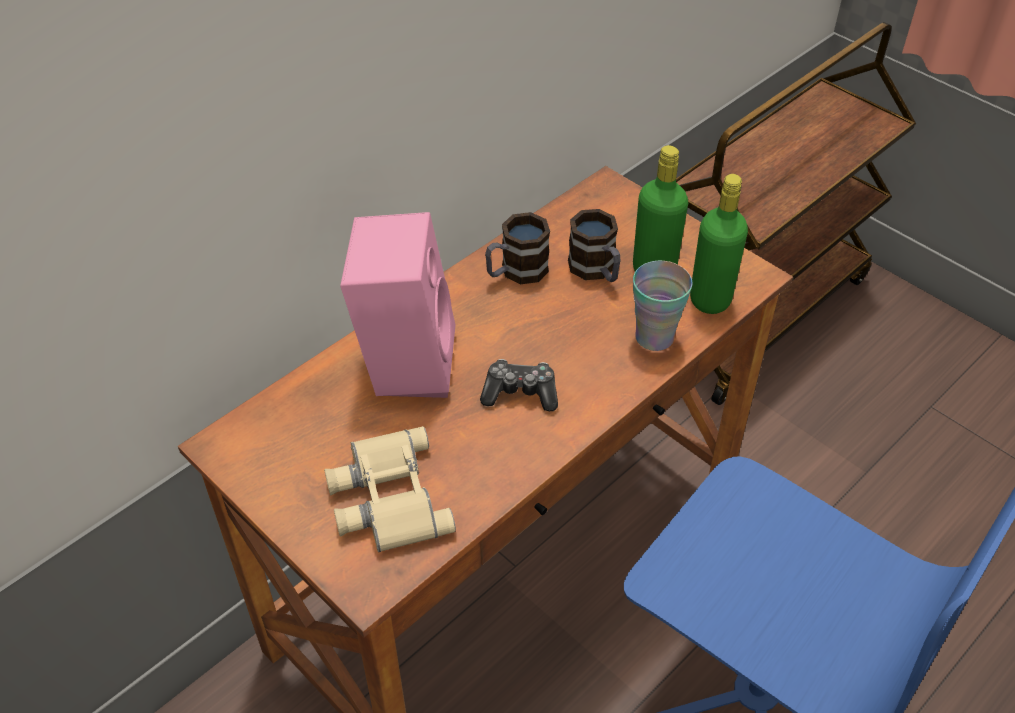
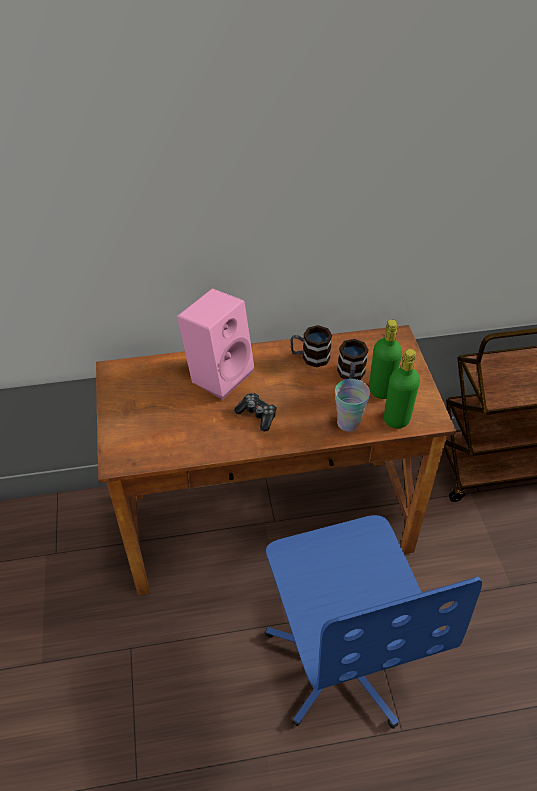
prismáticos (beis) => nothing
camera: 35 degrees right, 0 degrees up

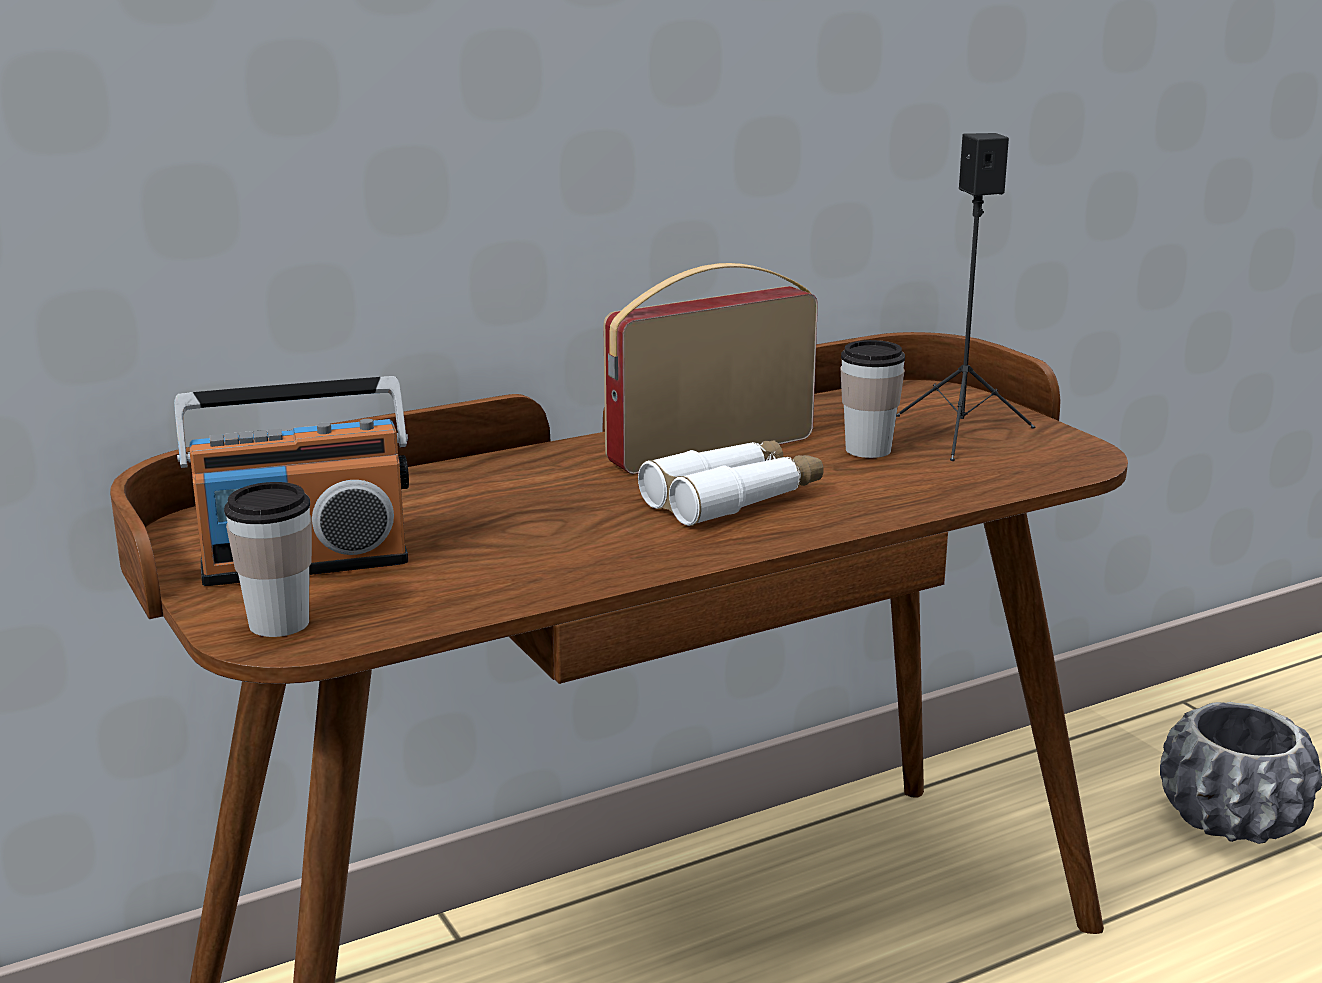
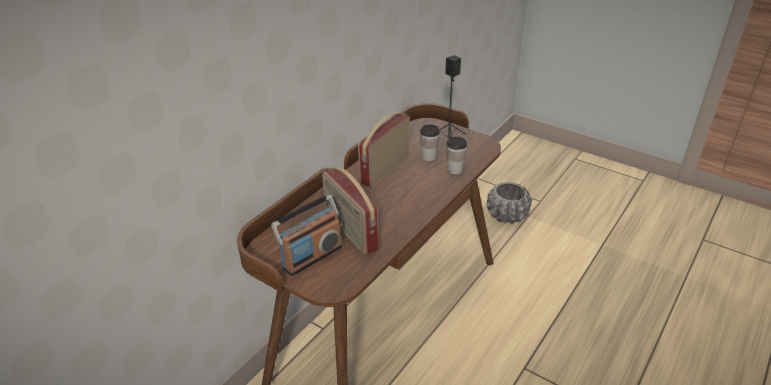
nothing => radio (no. 2 from left)
taza (no. 1 from left in the first image) => taza (no. 2 from left), relocated
prismáticos (blanco) => nothing
camera: 25 degrees left, 15 degrees up

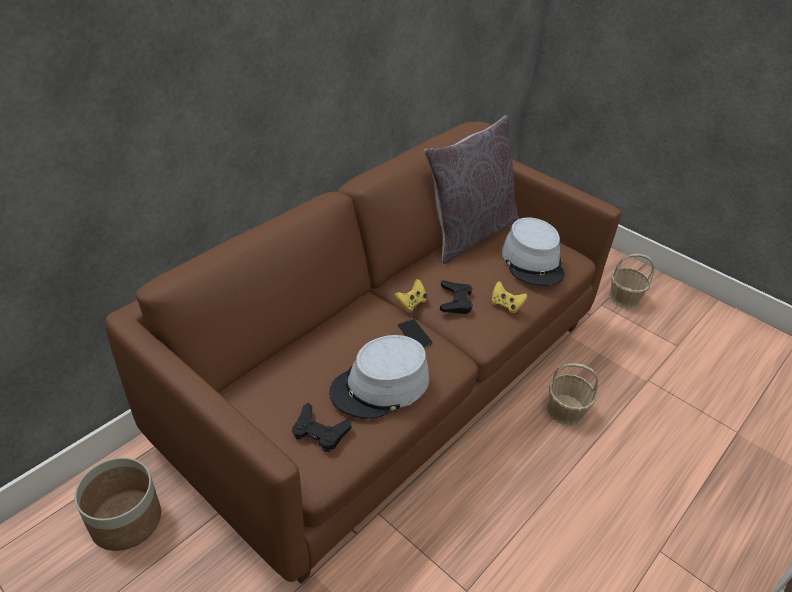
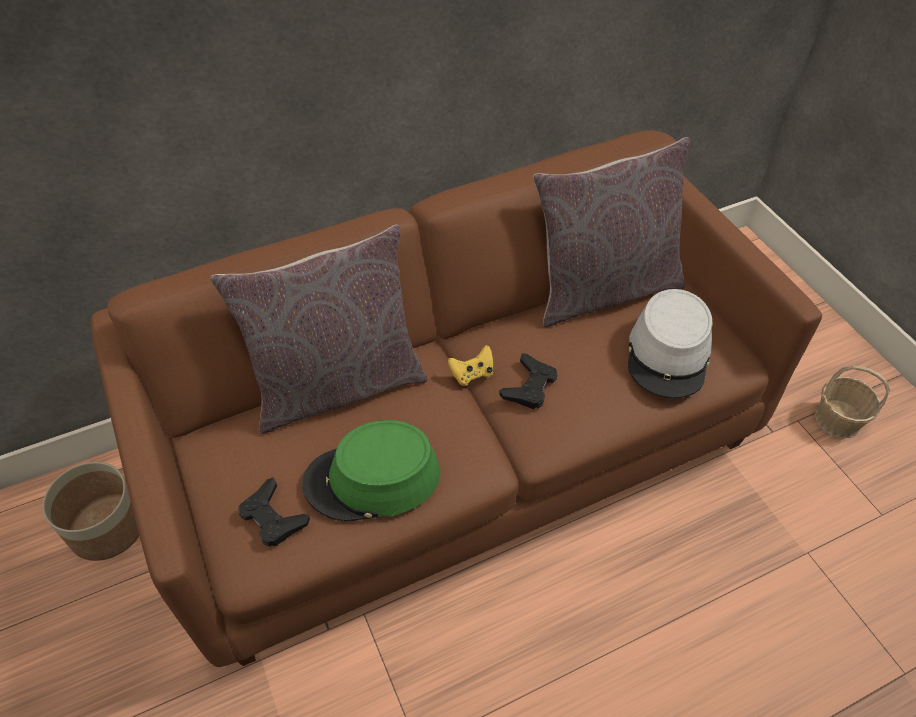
nothing => cojín (gris) (no. 1 from left)
sombrero (gris) (no. 1 from left) => sombrero (verde)
móvil => nothing
mando de consola (amarillo) (no. 2 from left) => nothing
cesta (no. 1 from left) => nothing
camera: 25 degrees right, 10 degrees up

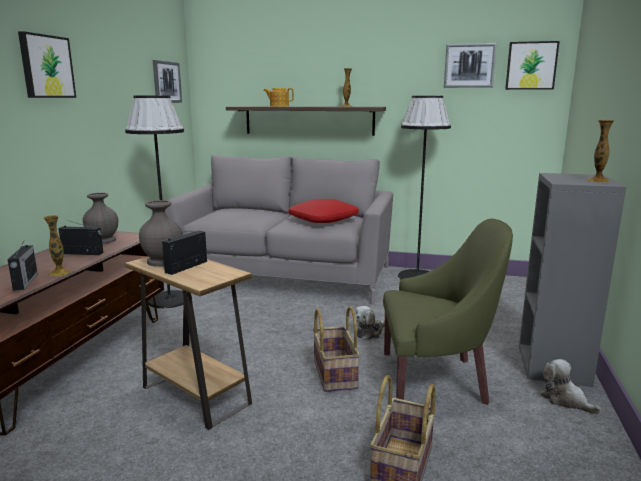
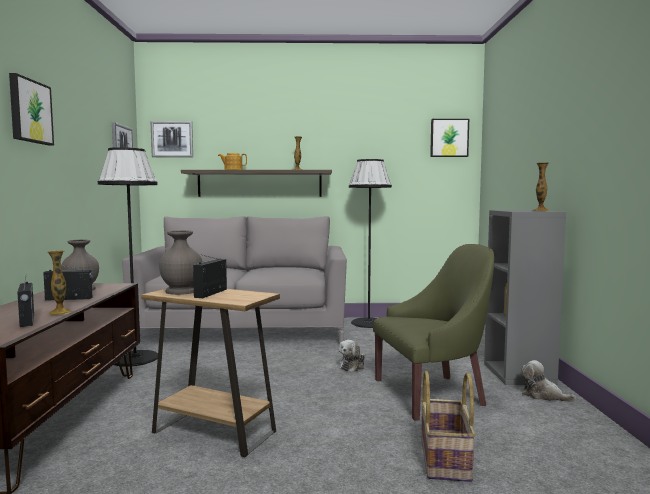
cuadro (no. 3 from left), relocated
cojín (rojo) => nothing
cesta (no. 1 from left) => nothing
camera: 15 degrees left, 10 degrees down

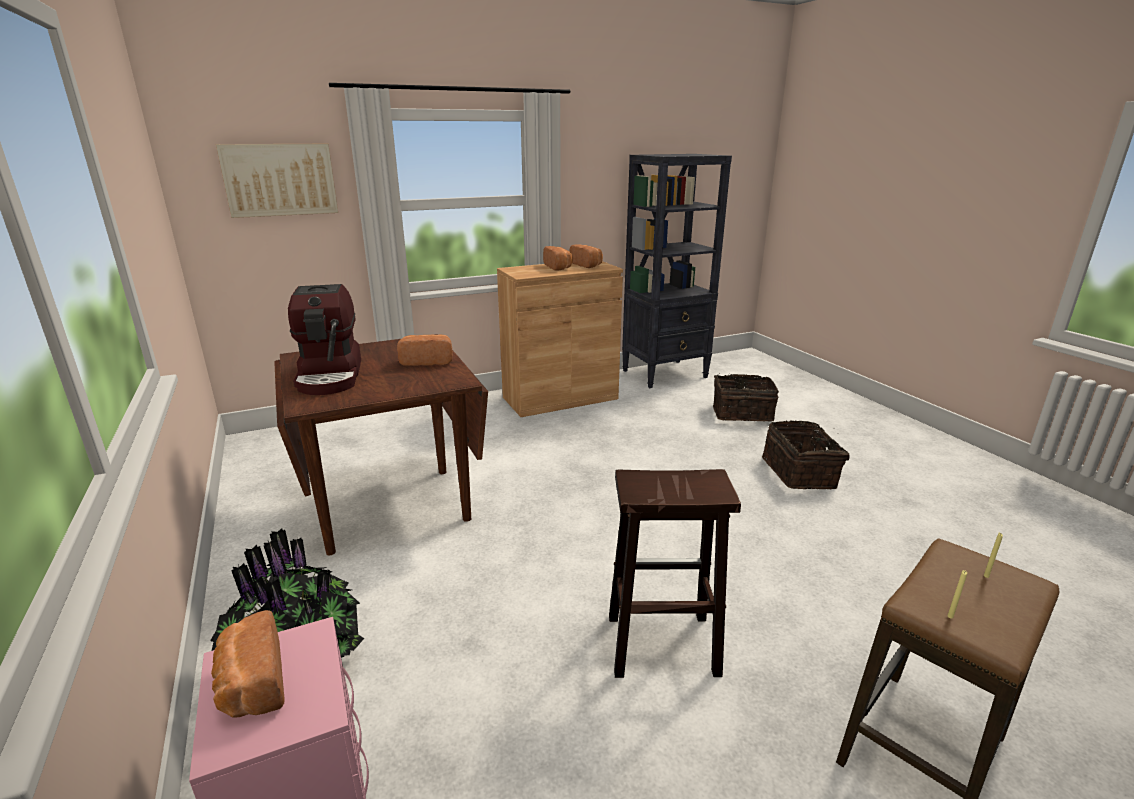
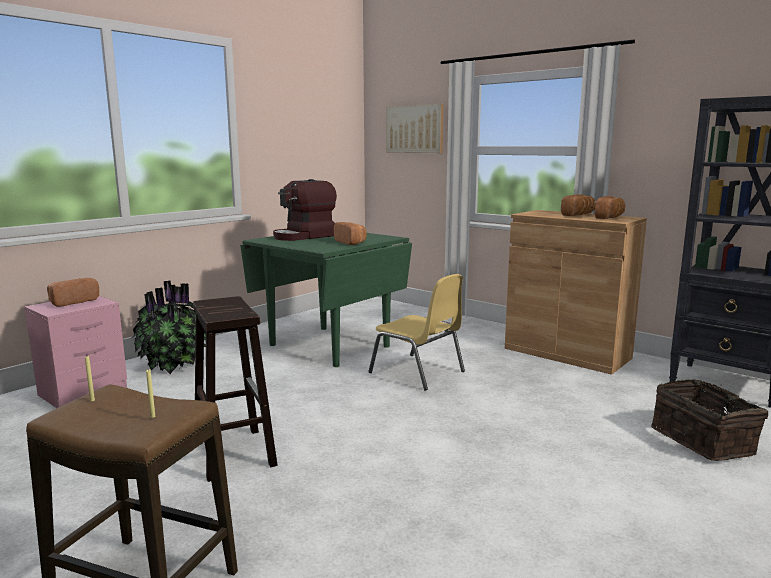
mesa de comedor (marrón) => mesa de comedor (verde)
nothing => silla (amarillo)
cesta (no. 2 from left) => nothing
camera: 65 degrees right, 10 degrees down

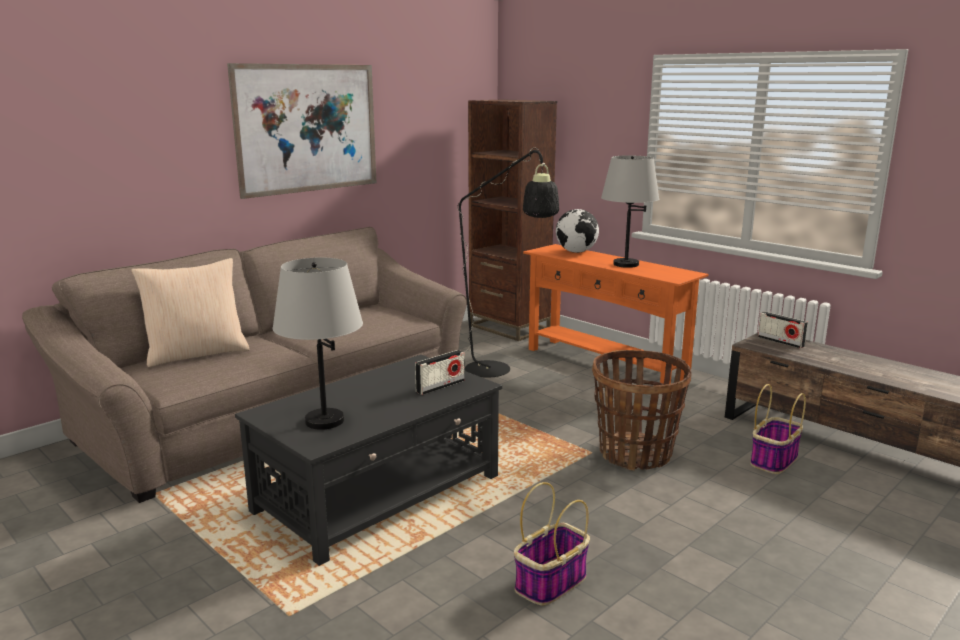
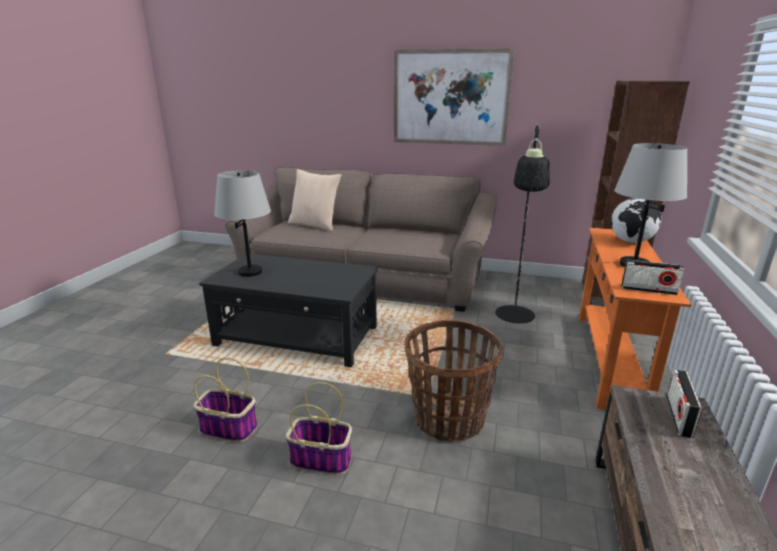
cesta (no. 3 from left in the first image) => cesta (no. 2 from left), relocated
radio (no. 1 from left), relocated
camera: 60 degrees right, 5 degrees up

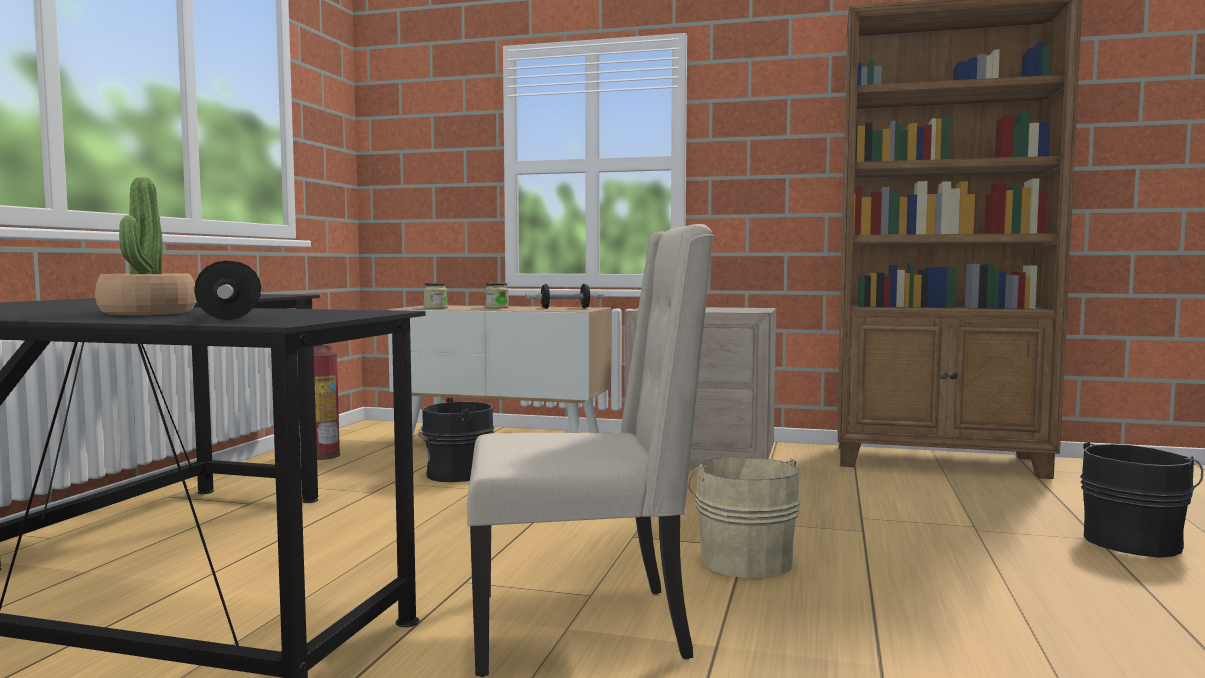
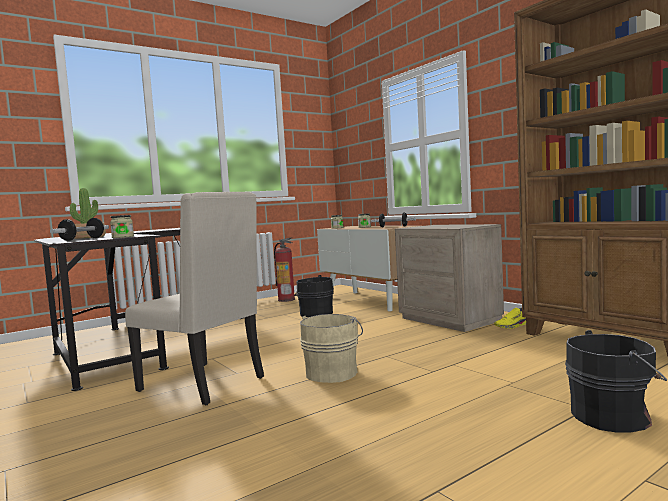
nothing => tarro (no. 1 from left)
nothing => zapato (amarillo)
camera: 40 degrees right, 0 degrees up

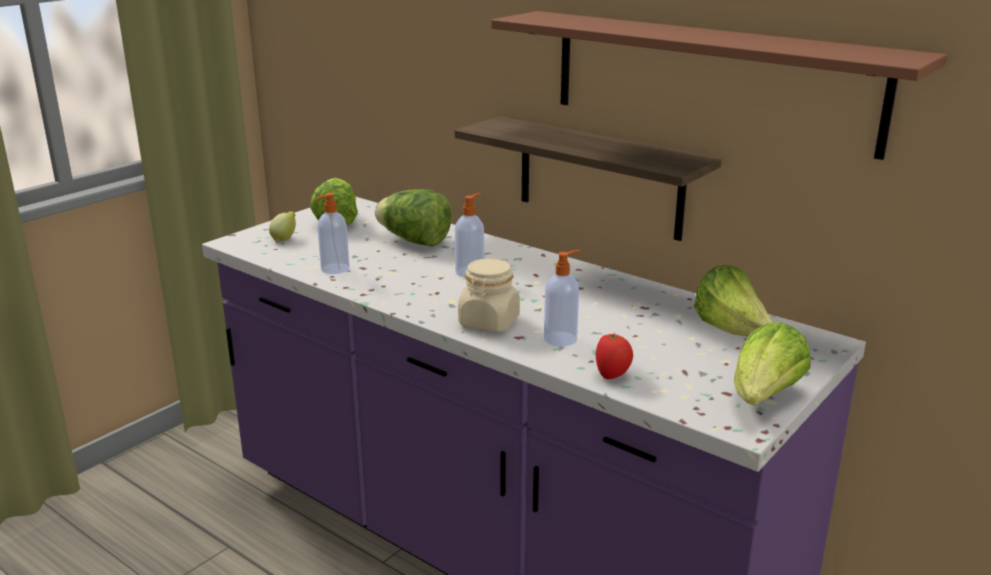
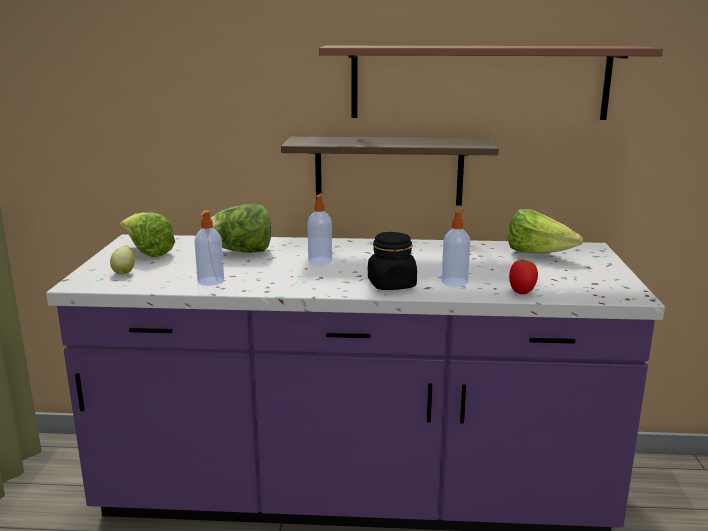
tarro (beis) => tarro (negro)
lechuga (no. 4 from left) => nothing
camera: 35 degrees left, 5 degrees down

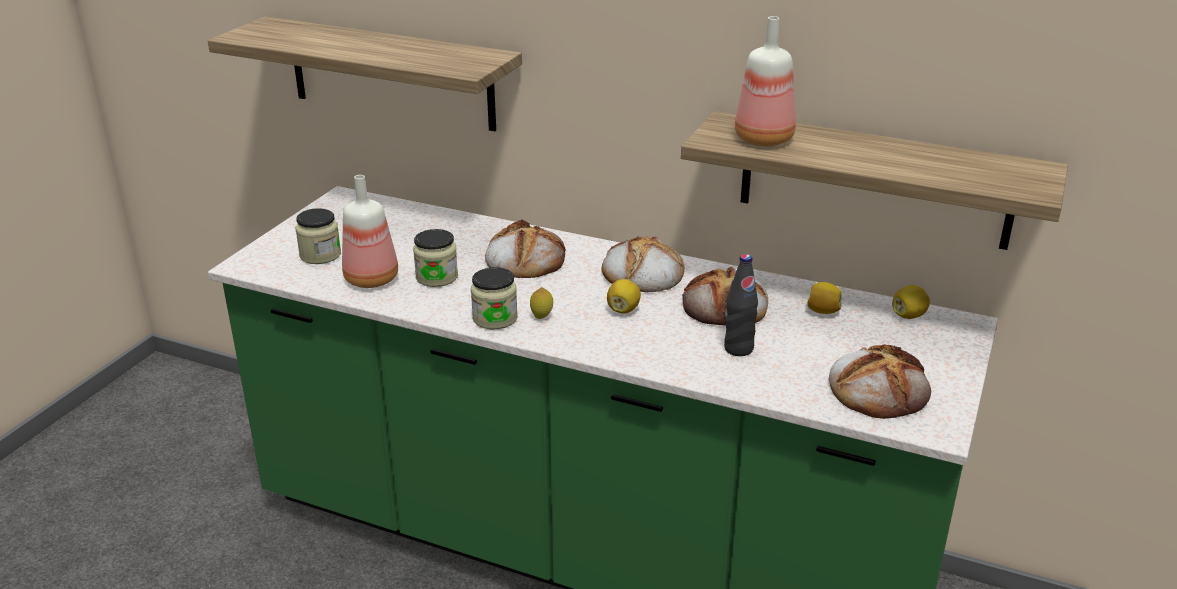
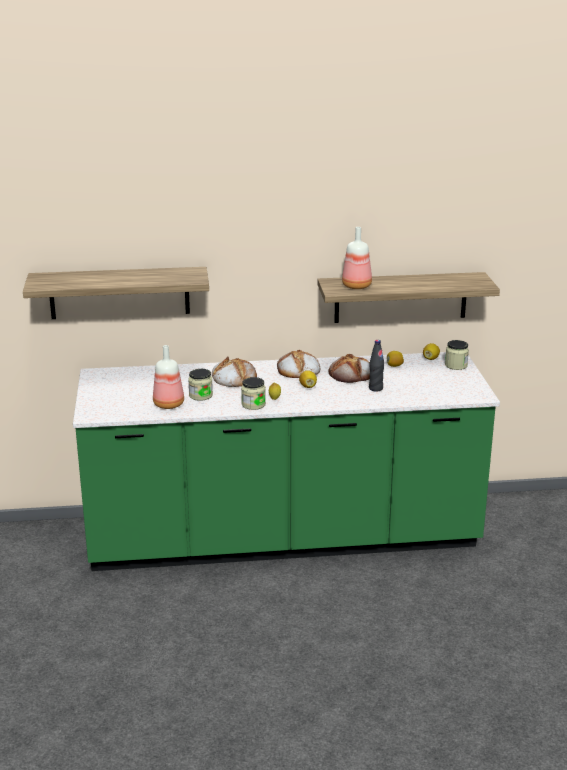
tarro (no. 1 from left in the first image) => tarro (no. 3 from left), relocated
pan (no. 4 from left) => nothing
camera: 30 degrees left, 5 degrees down

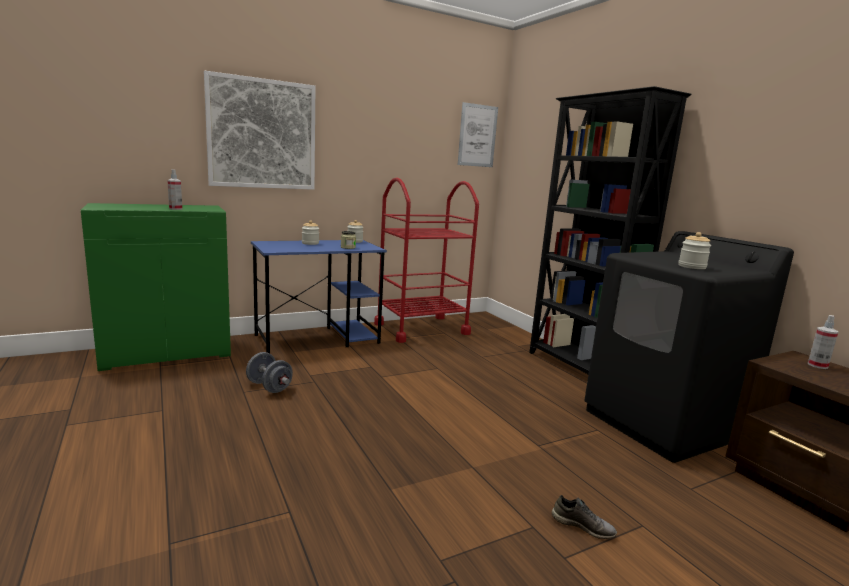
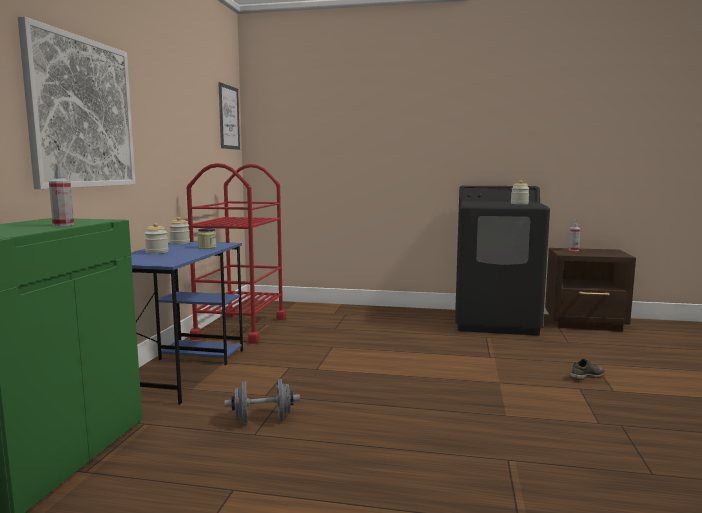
estantería (negro) => nothing
camera: 50 degrees left, 5 degrees down

